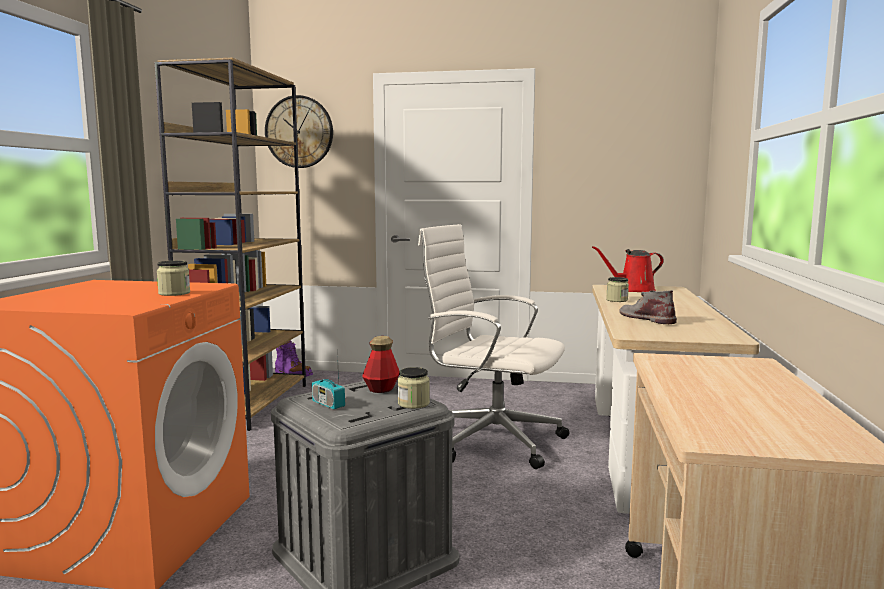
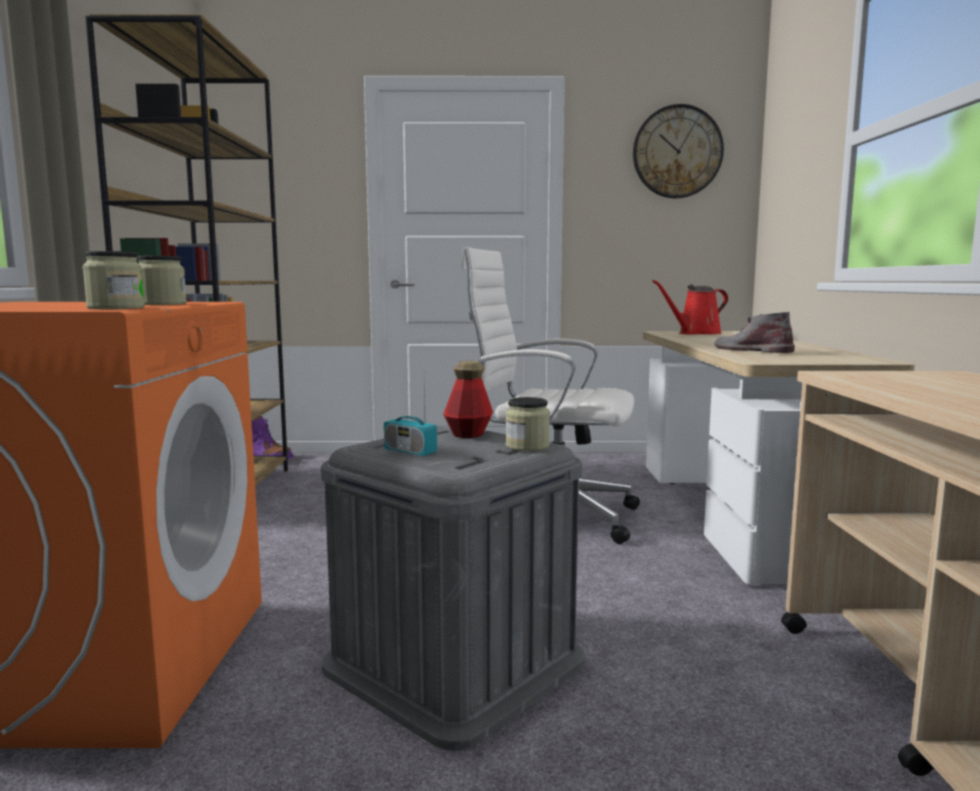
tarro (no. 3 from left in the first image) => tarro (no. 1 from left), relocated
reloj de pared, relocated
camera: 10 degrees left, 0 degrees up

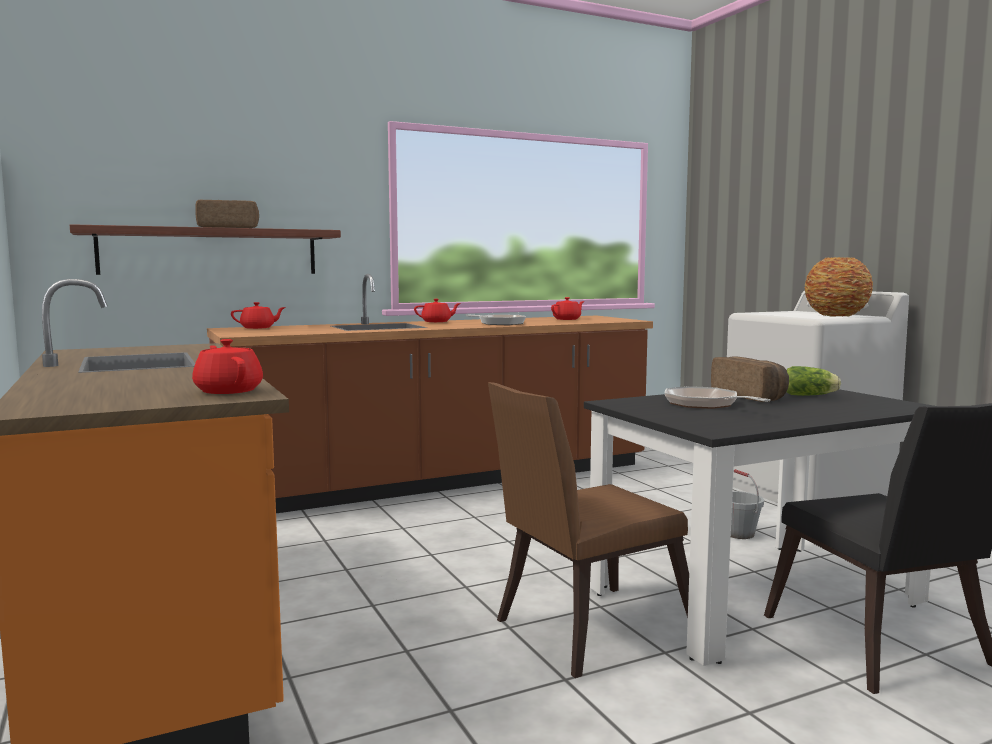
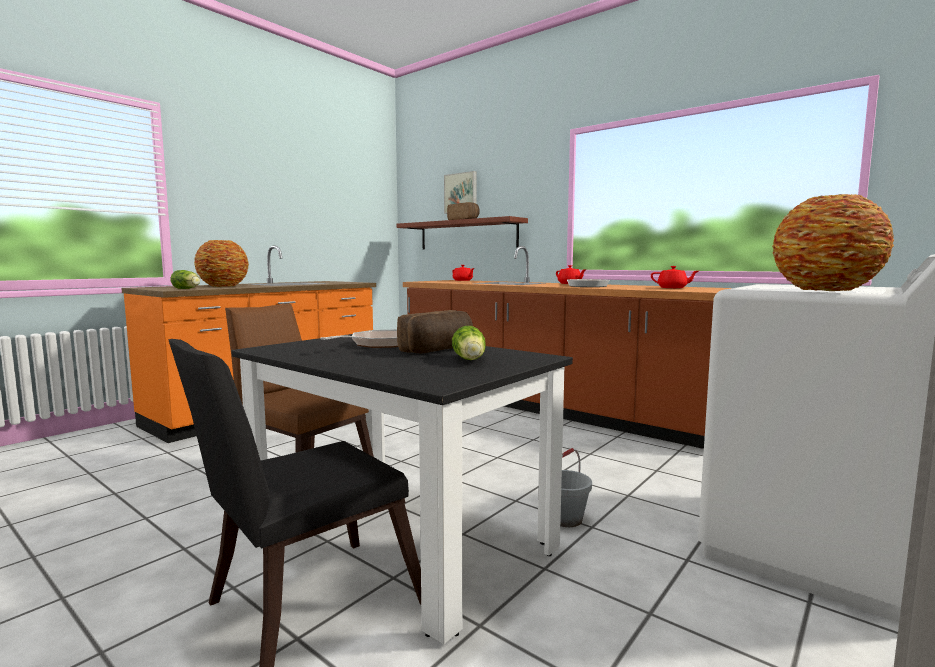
tetera (rojo) (no. 1 from left) => lechuga (no. 1 from left)
nothing => florero (no. 1 from left)
nothing => cuadro
camera: 65 degrees right, 0 degrees up

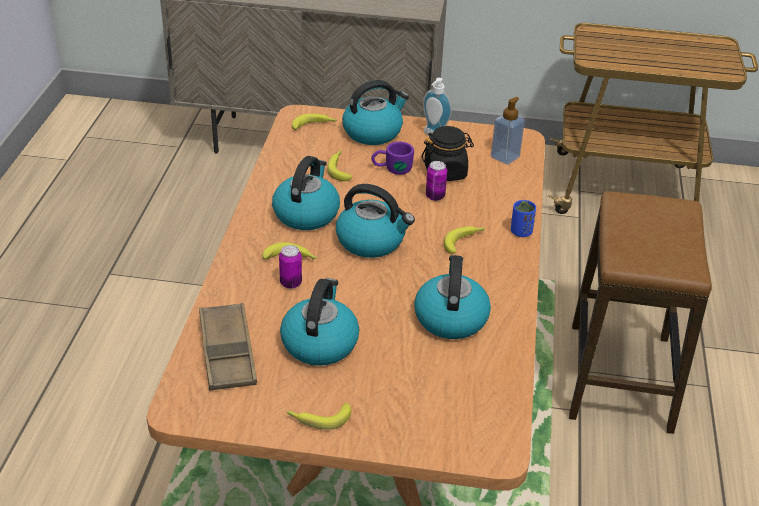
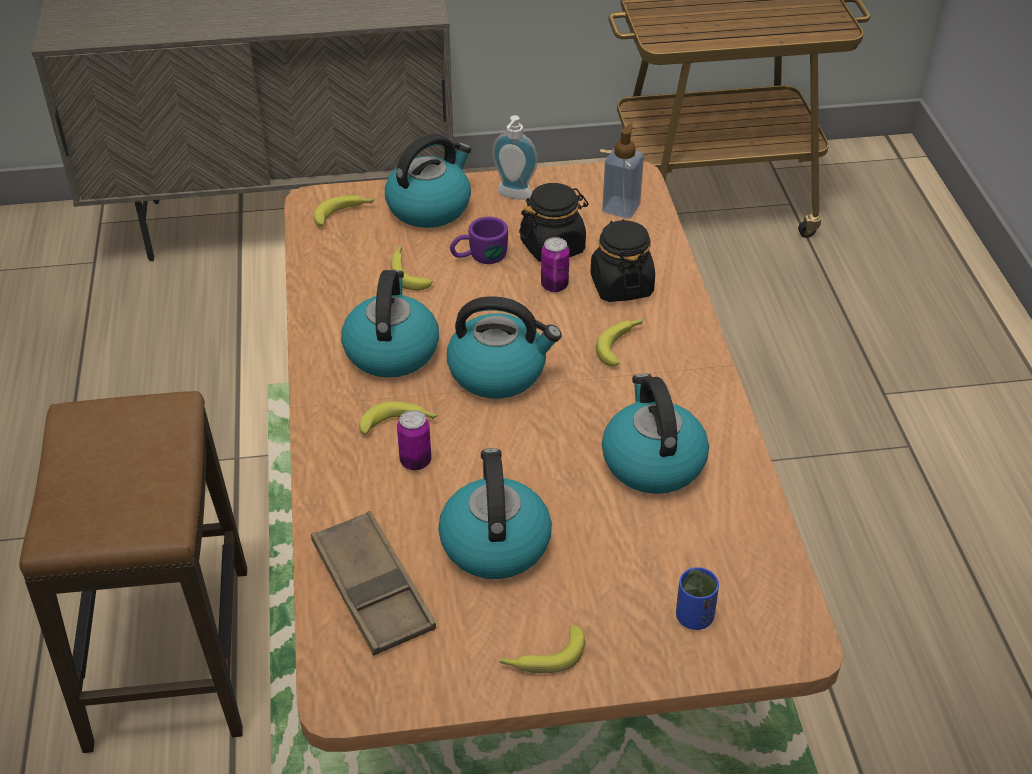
taburete, relocated
nothing => tarro (negro) (no. 2 from left)
taza (azul), relocated
camera: 15 degrees left, 5 degrees up

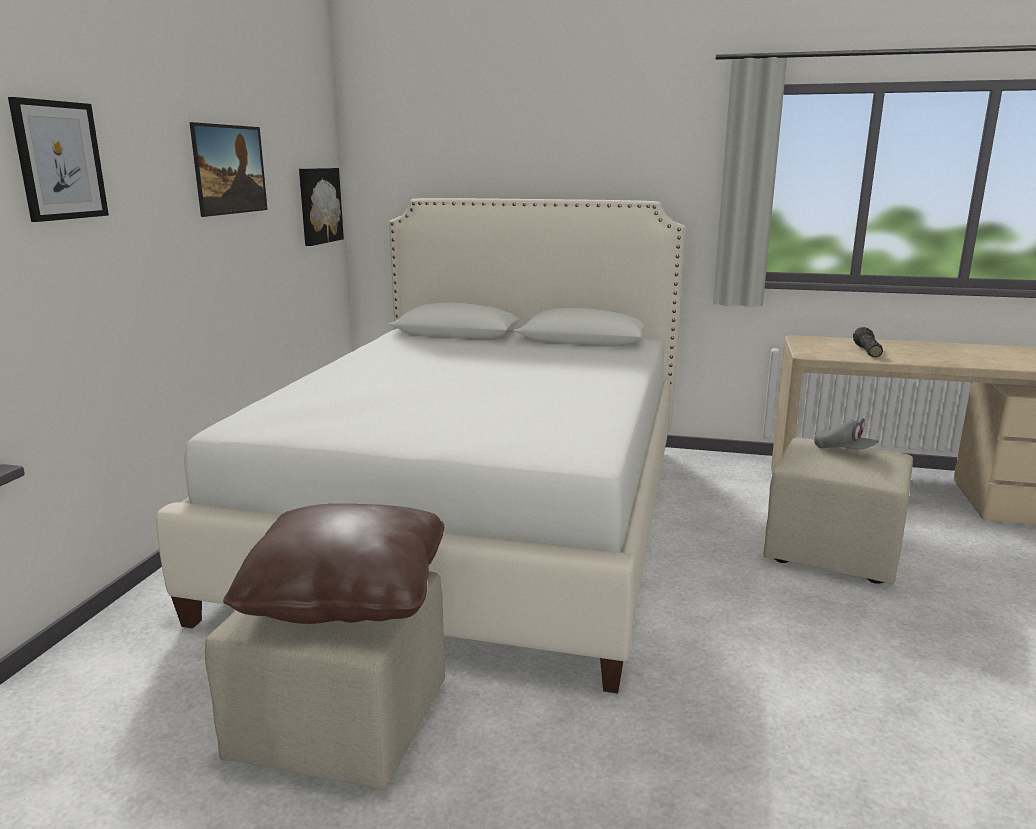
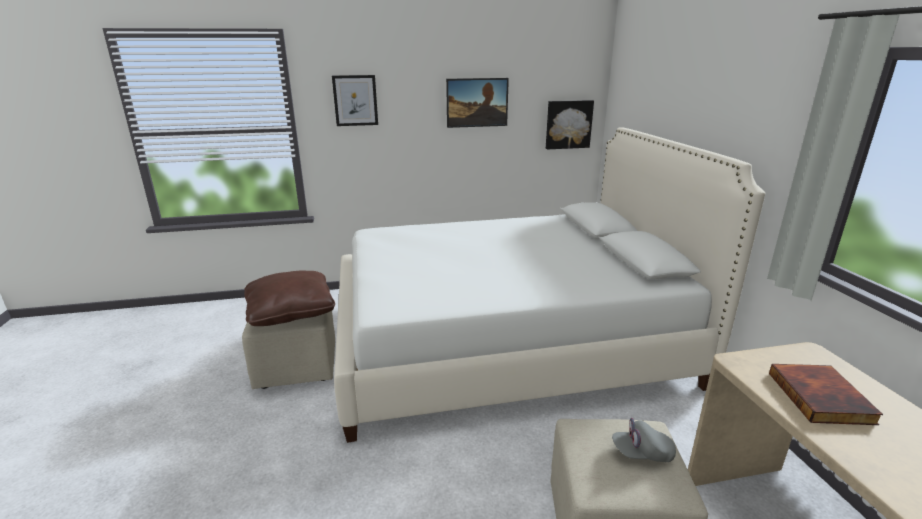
gorra (gris), 75 degrees clockwise
linterna => libro
camera: 65 degrees right, 5 degrees up

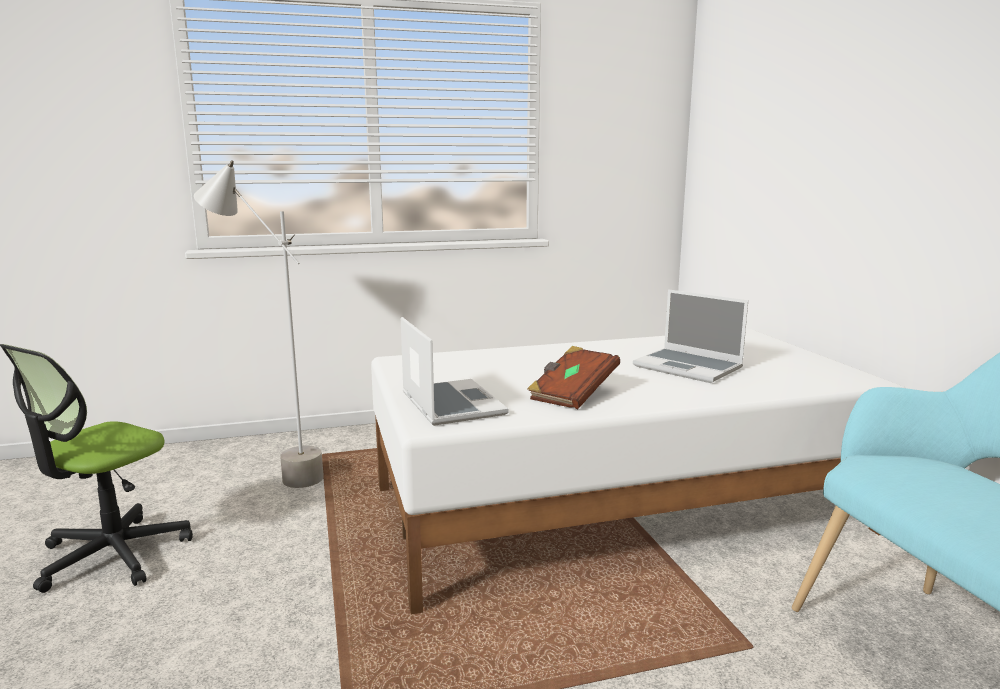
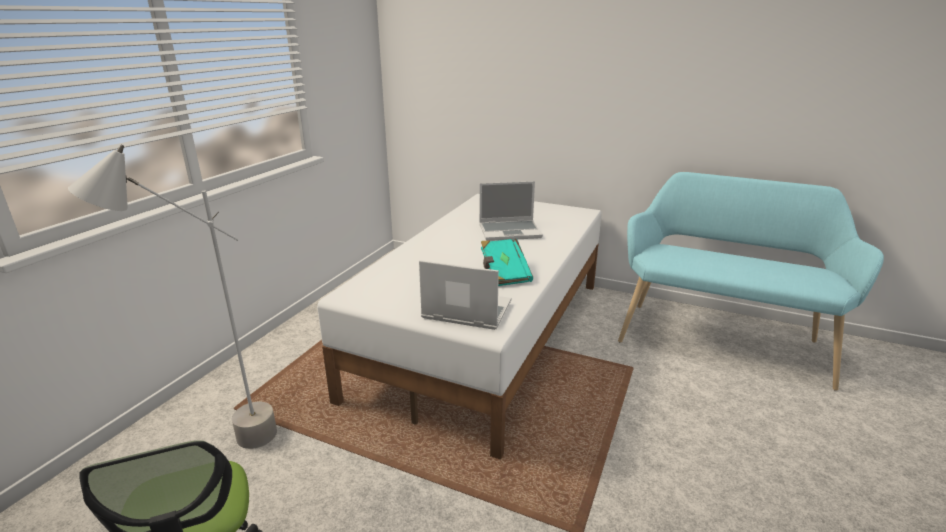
libro (marrón) => libro (turquesa)
camera: 50 degrees left, 10 degrees up

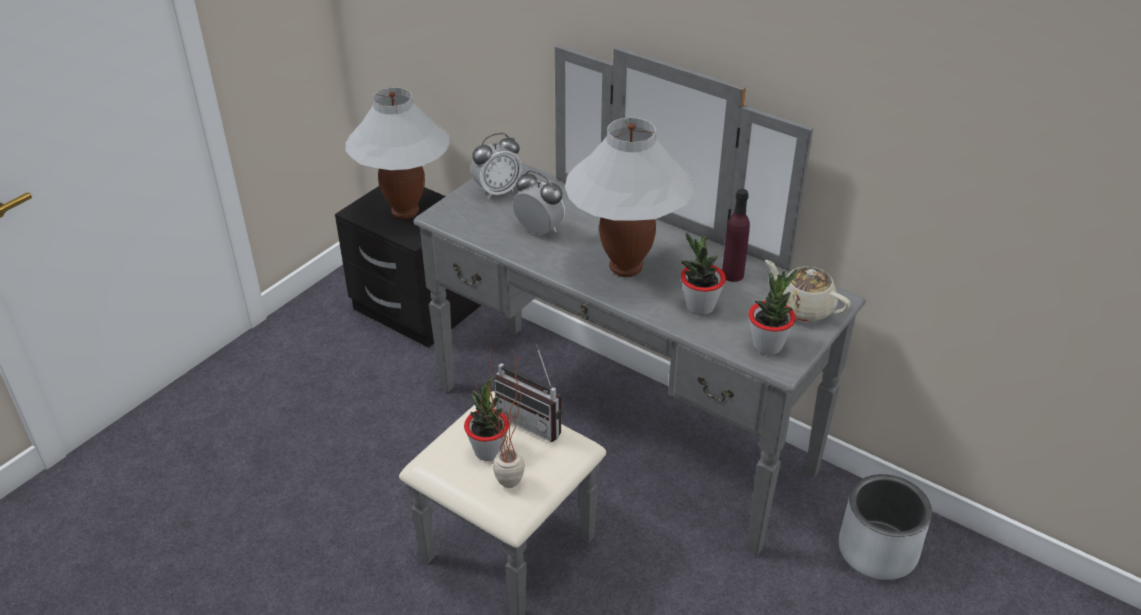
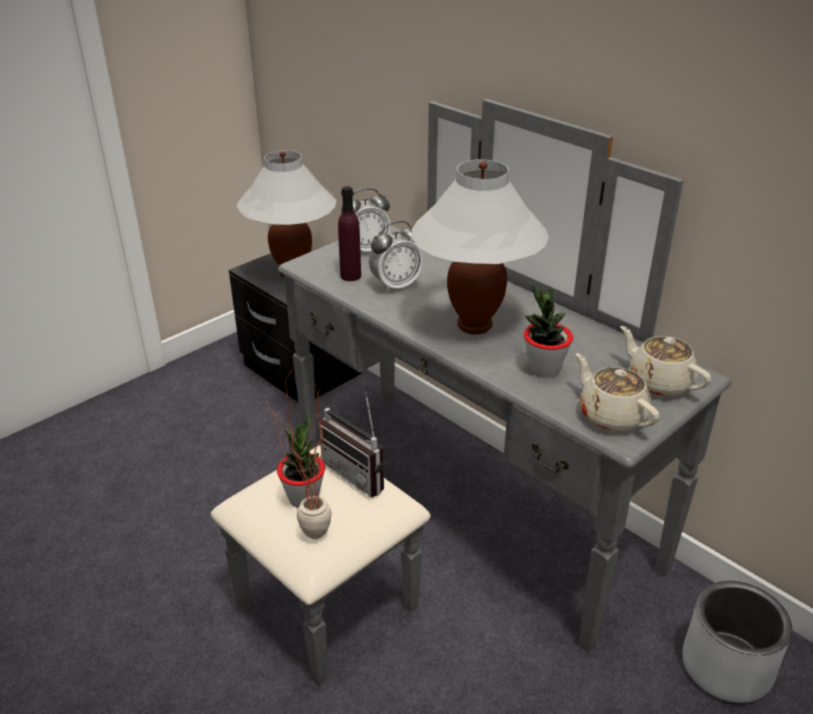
botella (morado), relocated
despertador (no. 2 from left), 105 degrees clockwise
planta en maceta (no. 4 from left) => tetera (beis) (no. 1 from left)
camera: 10 degrees right, 5 degrees down

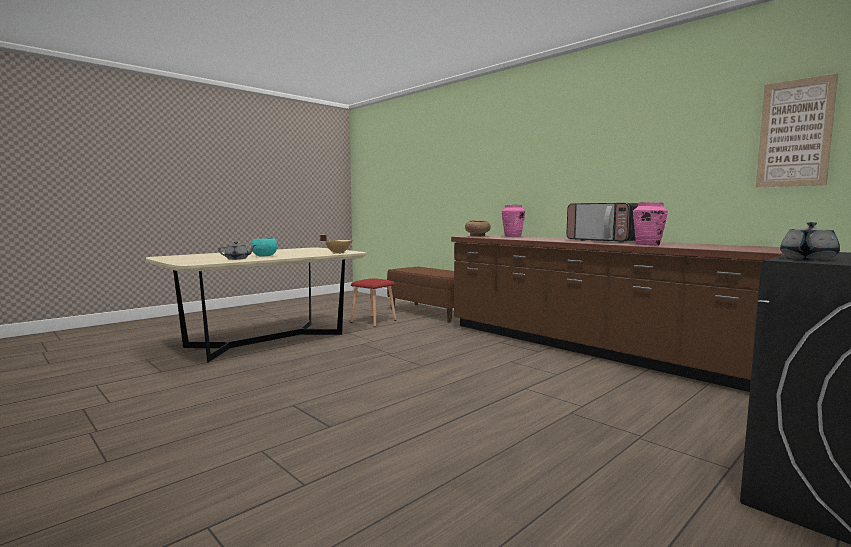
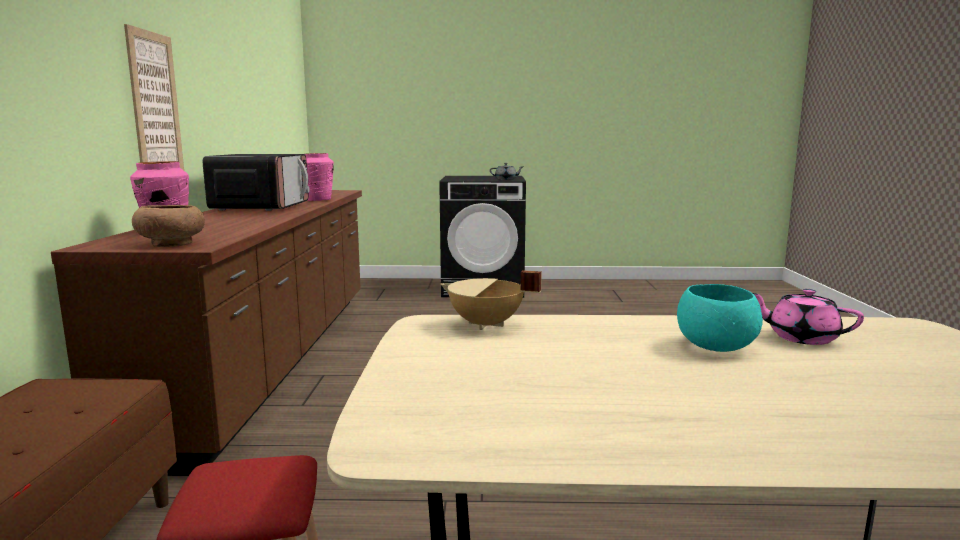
cuadro, relocated
tetera (gris) (no. 1 from left) => tetera (rosa)
camera: 135 degrees left, 5 degrees up

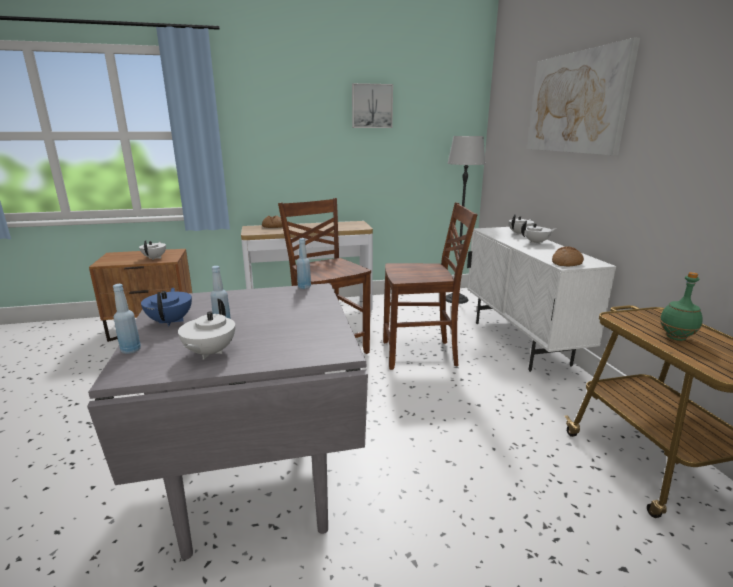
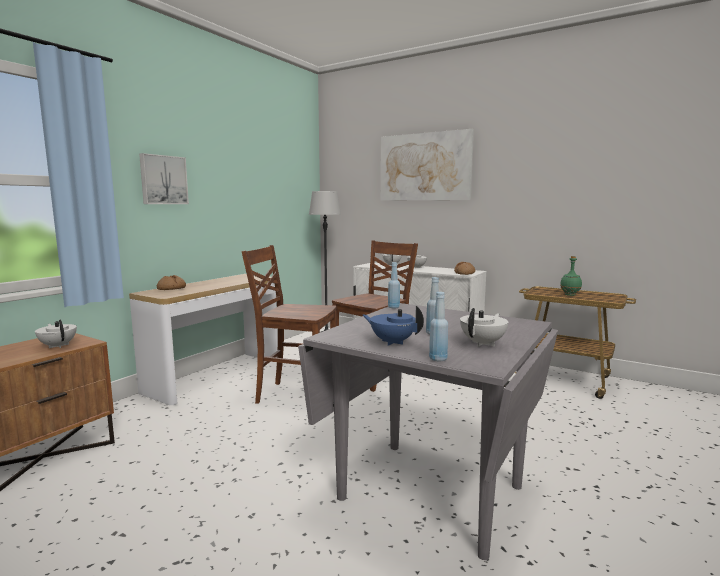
cuadro (no. 1 from left), relocated
tetera (blanco) (no. 2 from left in the first image) => tetera (blanco) (no. 4 from left), 105 degrees counterclockwise
camera: 45 degrees left, 10 degrees down

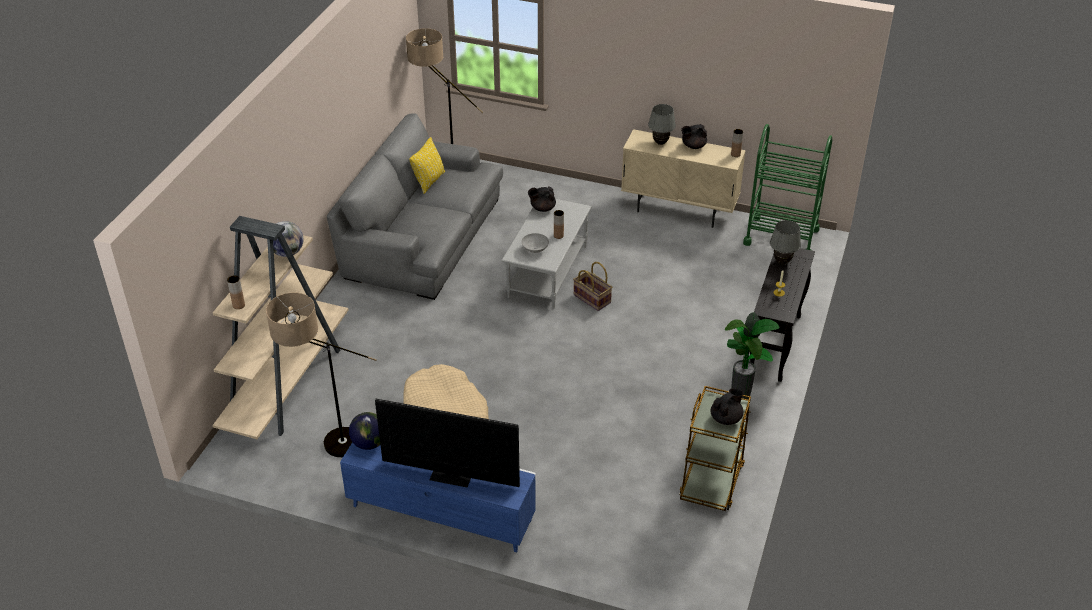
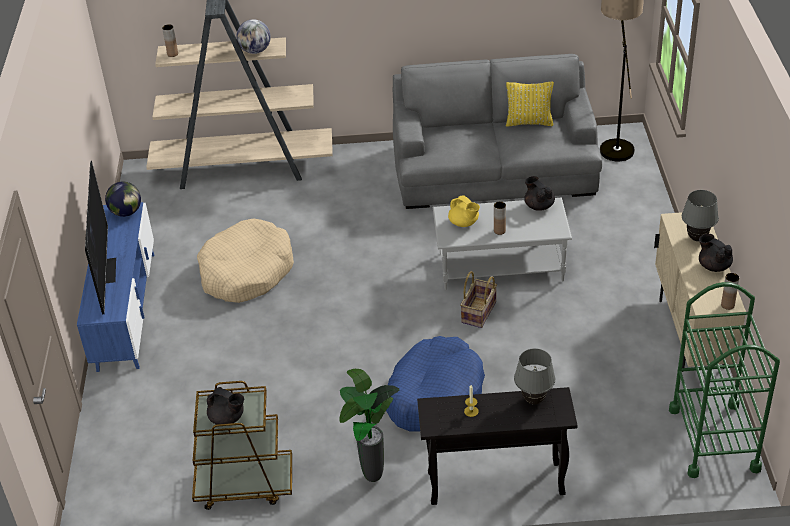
nothing => cama para perro (azul)
cuenco (gris) => tetera (amarillo)
lámpara de pie (no. 1 from left) => nothing
camera: 70 degrees right, 0 degrees up

